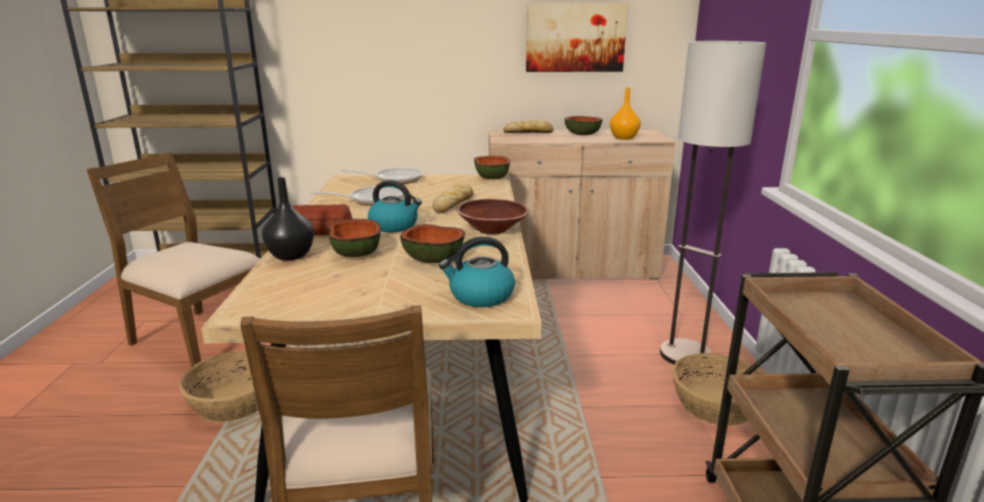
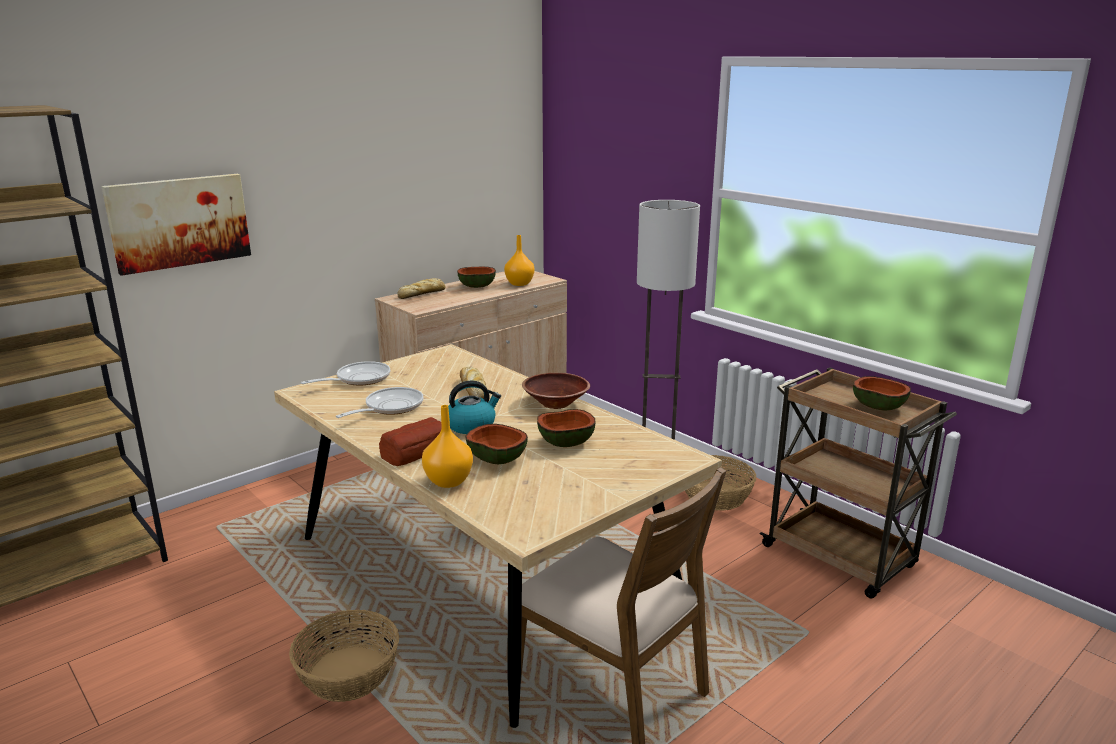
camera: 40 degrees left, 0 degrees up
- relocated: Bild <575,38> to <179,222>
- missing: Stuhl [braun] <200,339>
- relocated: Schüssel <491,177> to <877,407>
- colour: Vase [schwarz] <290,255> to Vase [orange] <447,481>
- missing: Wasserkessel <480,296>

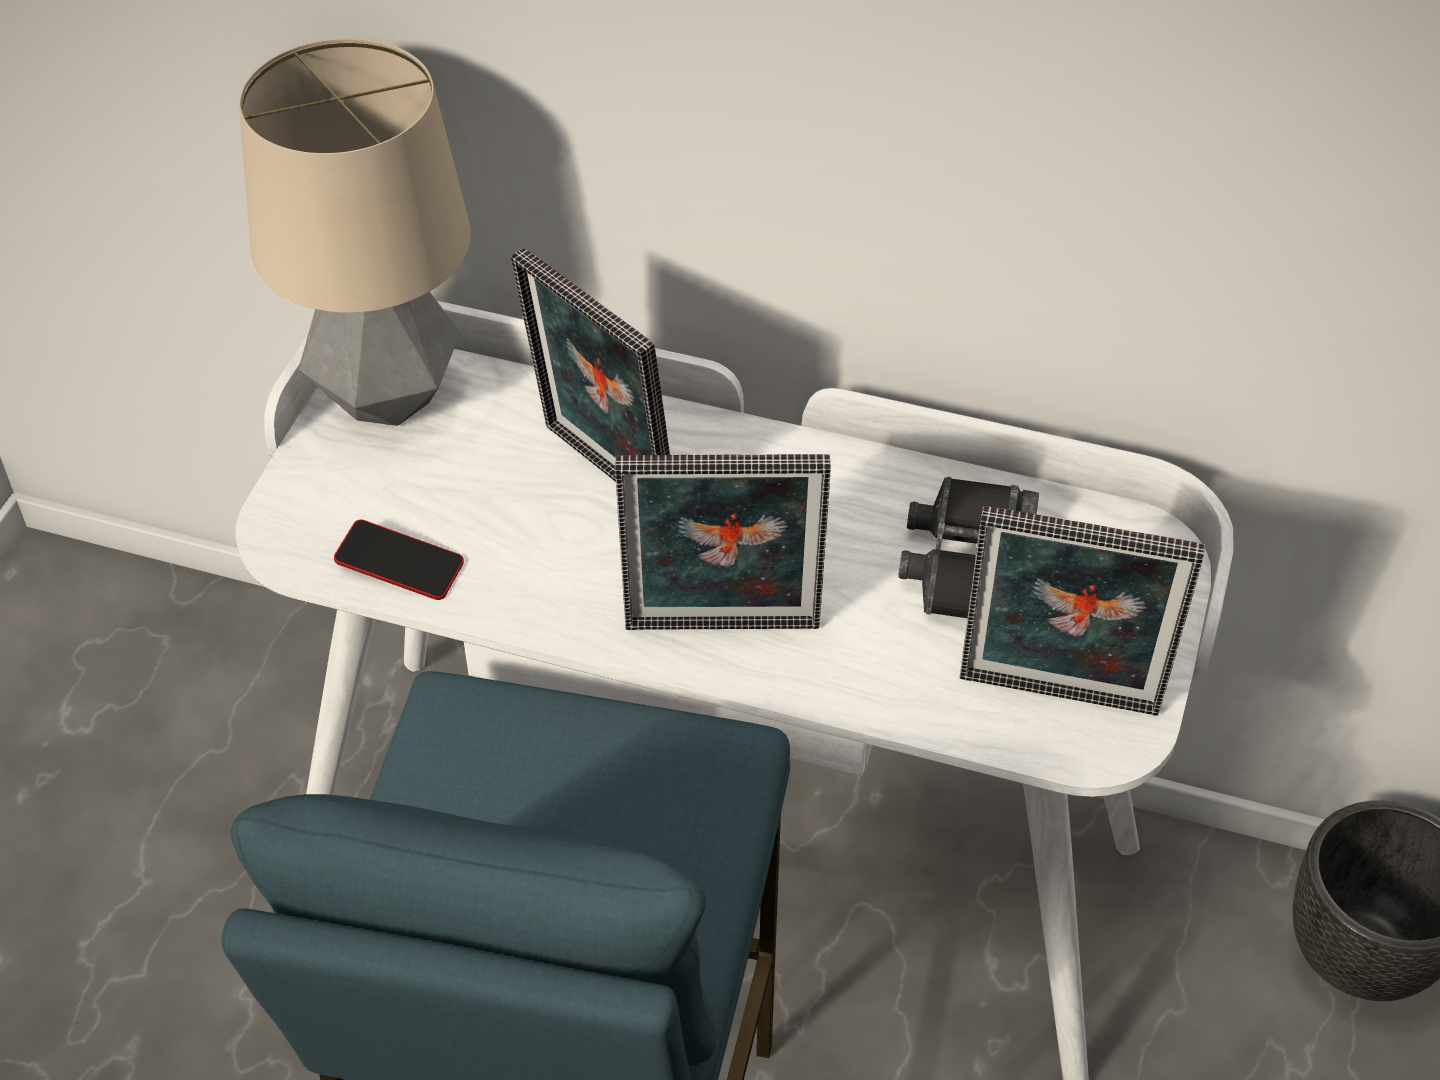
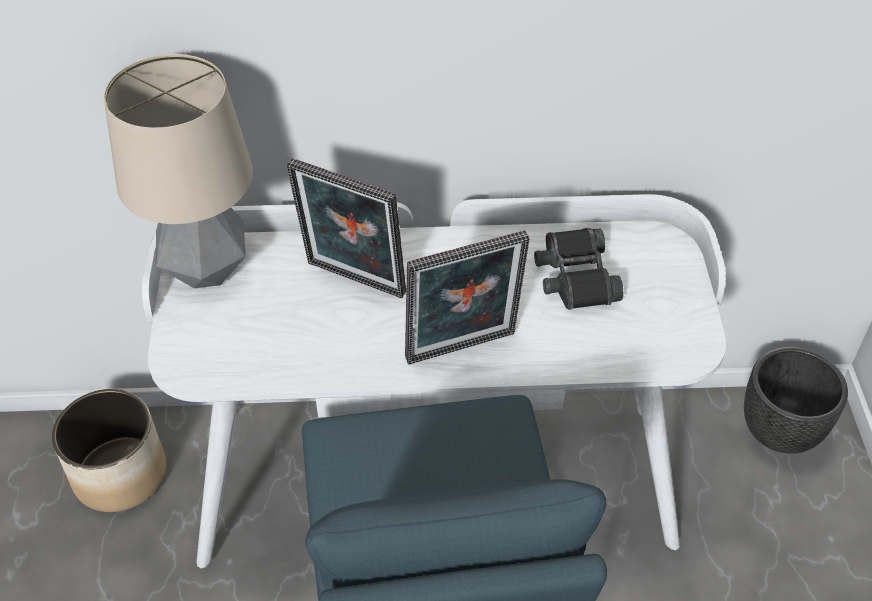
camera: 20 degrees left, 0 degrees up
- missing: Bilderrahmen <1057,700>
- missing: Handy <400,566>
- appeared: Pflanzkübel <121,474>

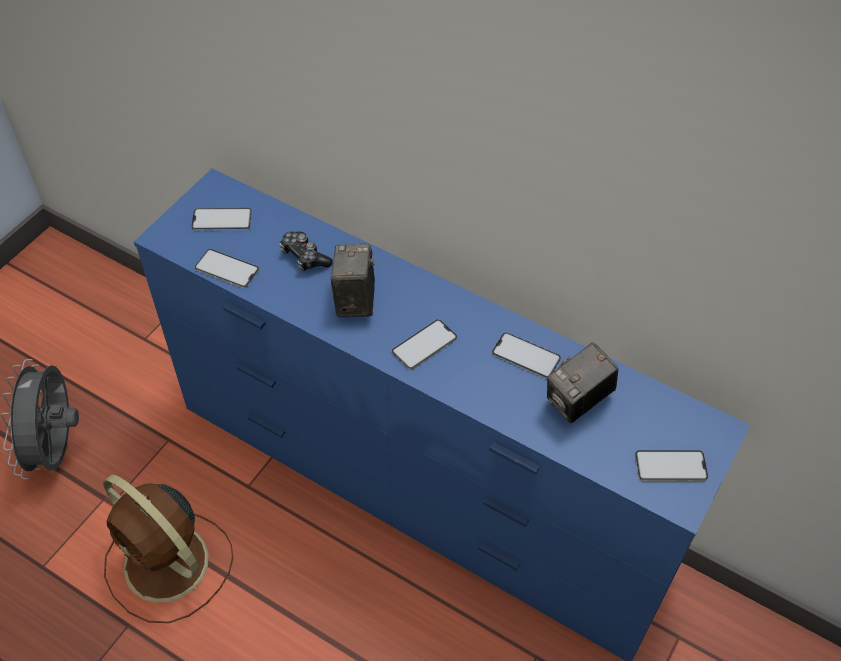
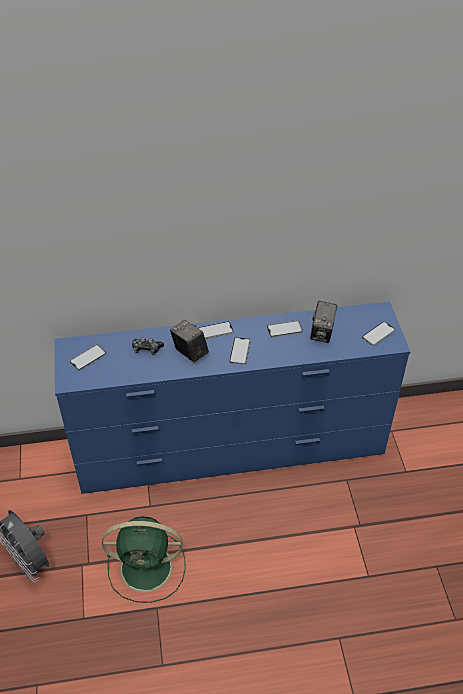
camera: 40 degrees left, 5 degrees down
- relocated: Handy <227,269> to <215,330>
- colour: Ventilator [braun] <169,565> to Ventilator [grün] <148,567>

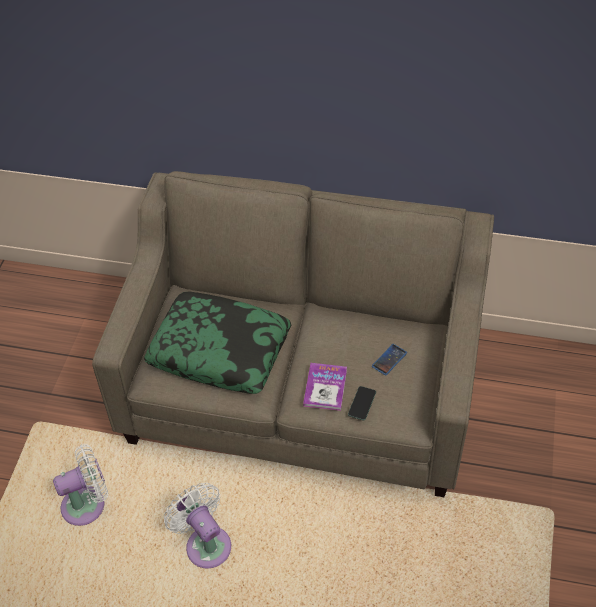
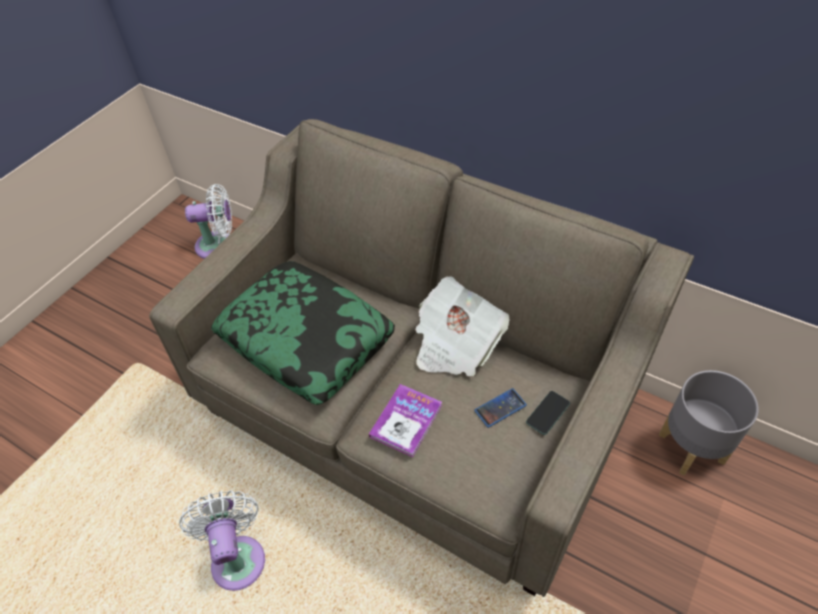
camera: 20 degrees right, 0 degrees up
- relocated: Handy <362,403> to <548,413>
- relocated: Ventilator [weiß] <88,504> to <218,245>
- appeared: Zeitung <456,342>
- appeared: Pflanzkübel [grau] <692,447>

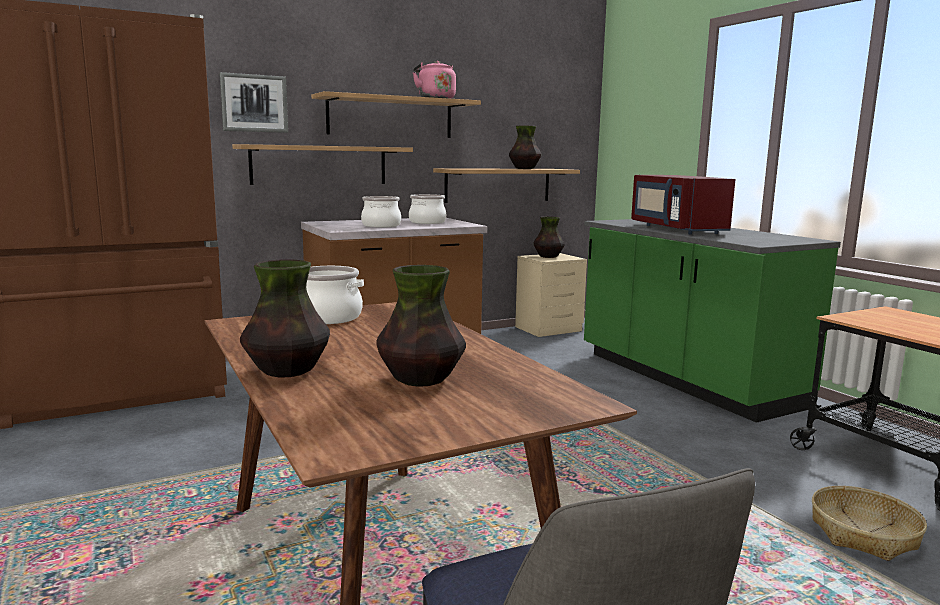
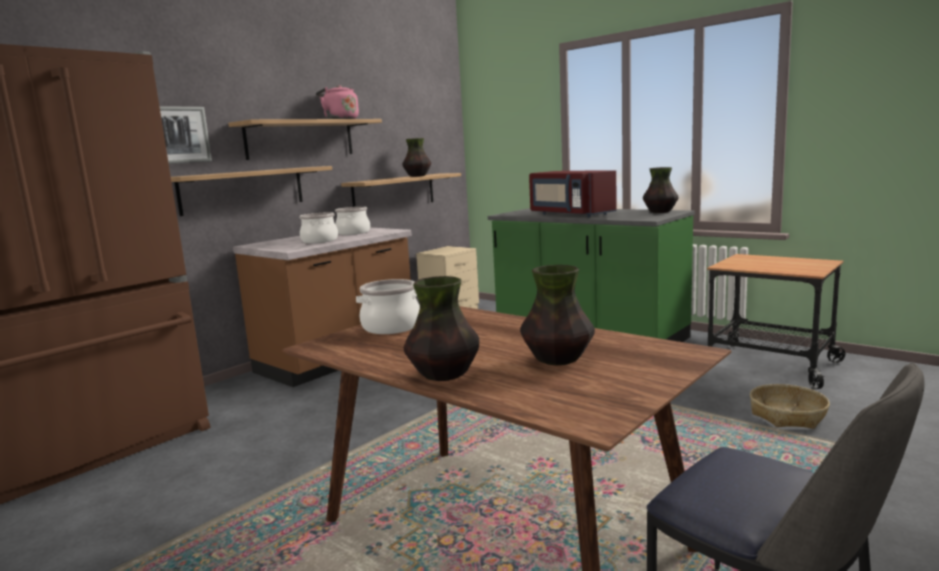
camera: 20 degrees left, 0 degrees up
- relocated: Vase <548,257> to <660,212>

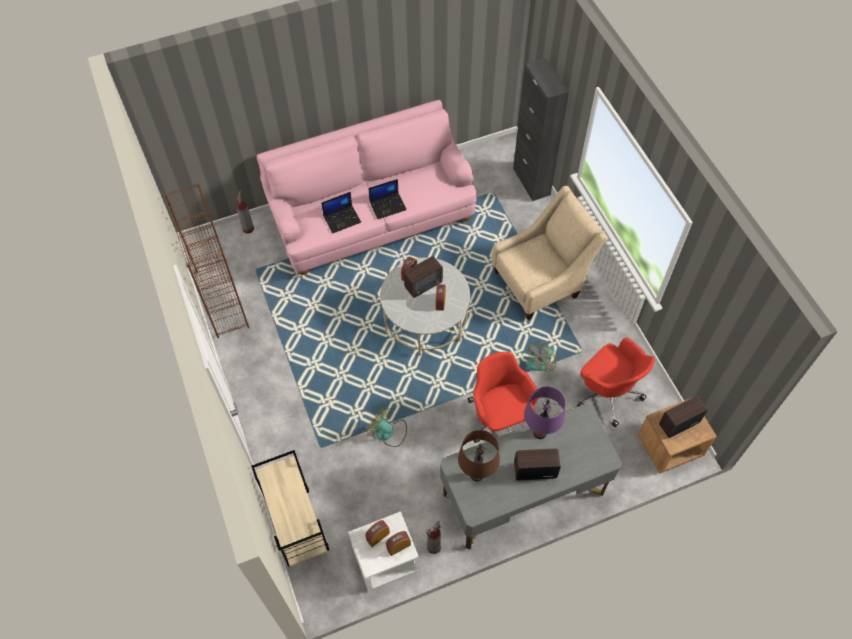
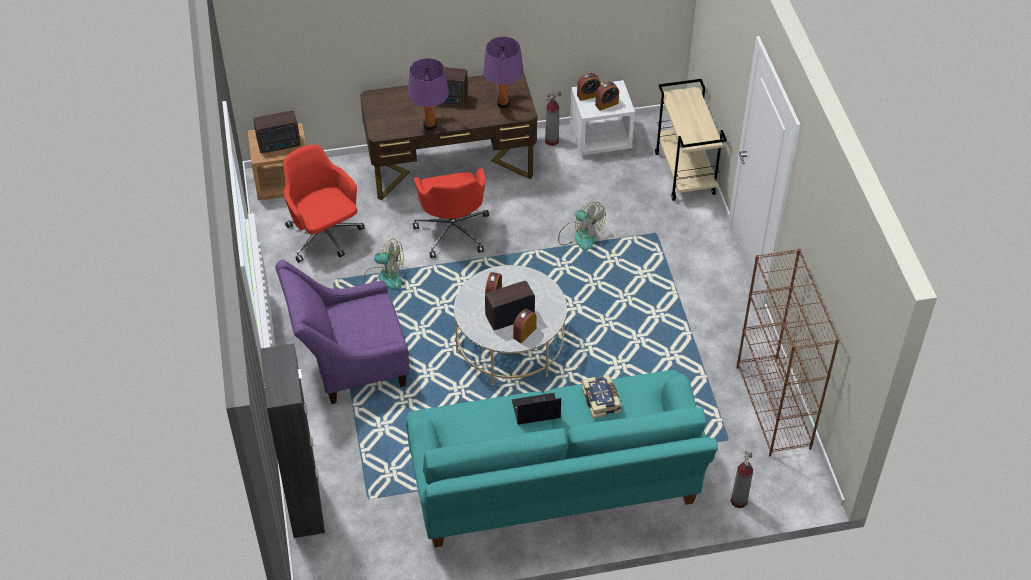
camera: 170 degrees left, 10 degrees down
- colour: Sofa [rosa] <372,219> to Sofa [türkis] <555,486>
- colour: Sessel [beige] <541,282> to Sessel [lila] <349,364>
- exchanged: Laptop <342,219> to Buch <601,400>
- spun: Ventilator <542,360> = <384,278> 45 degrees clockwise
- colour: Schreibtisch [grau] <523,493> to Schreibtisch [braun] <450,167>
- colour: Tischlampe [braun] <477,475> to Tischlampe [lila] <503,103>

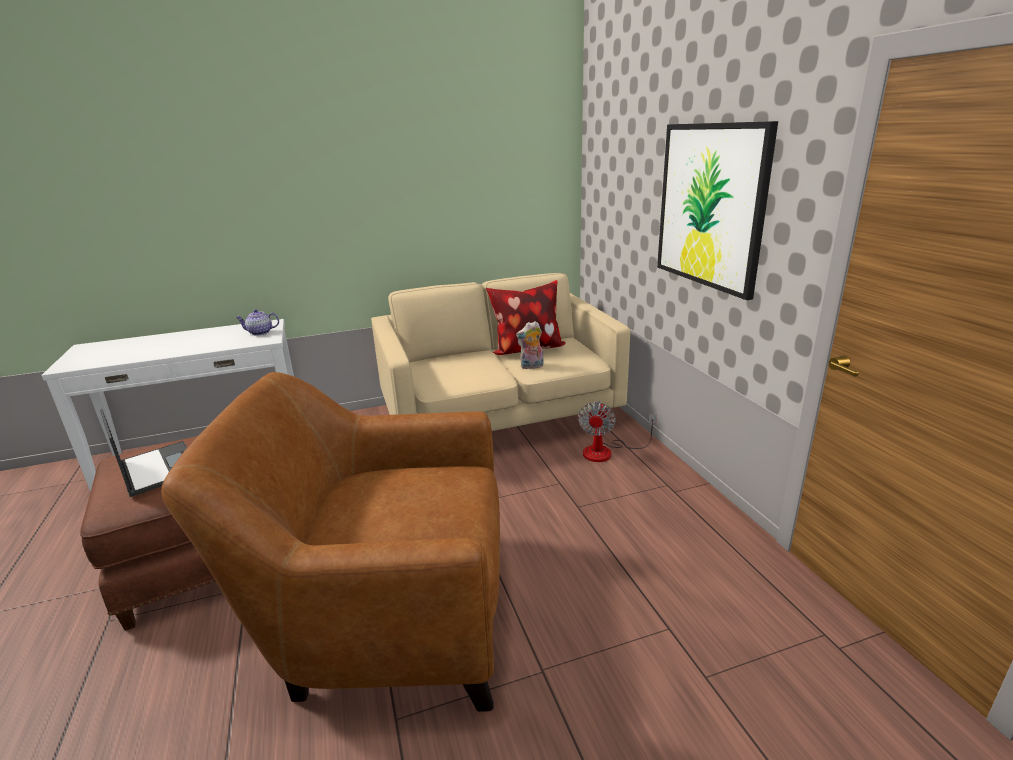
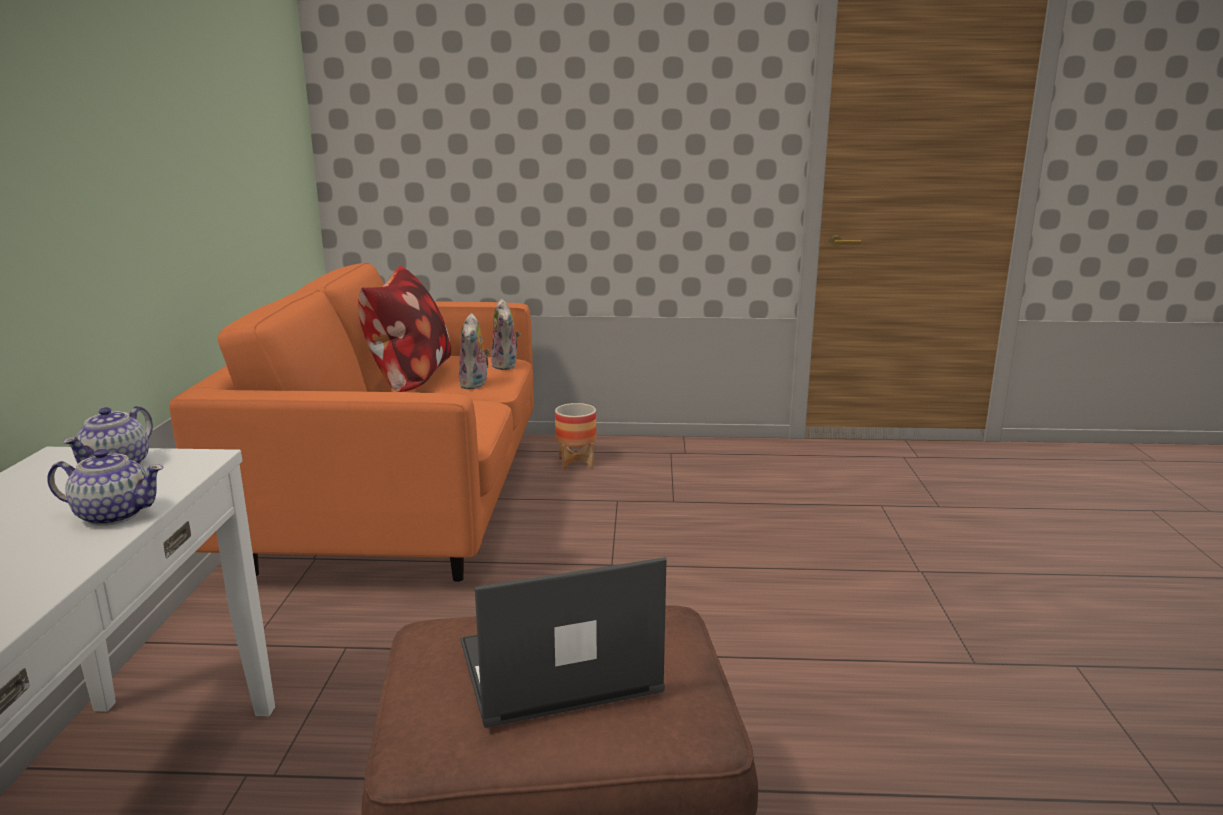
camera: 70 degrees left, 5 degrees down
- missing: Bild <710,206>
- colour: Sofa [beige] <499,417> to Sofa [orange] <401,504>
- missing: Sessel [braun] <384,613>
- exchanged: Ventilator <606,452> to Pflanzkübel <576,463>
- appeared: Plüschtier <506,366>
- appeared: Teekanne <113,514>

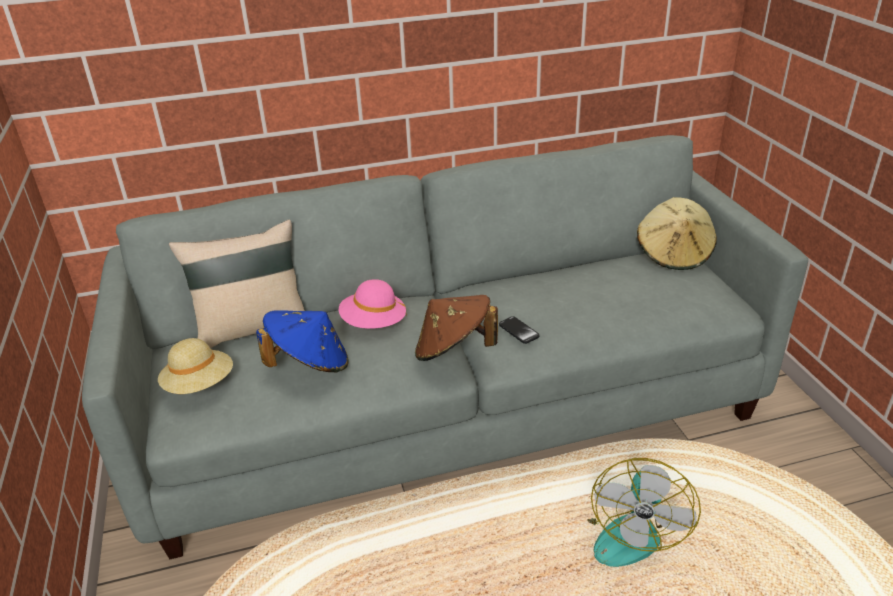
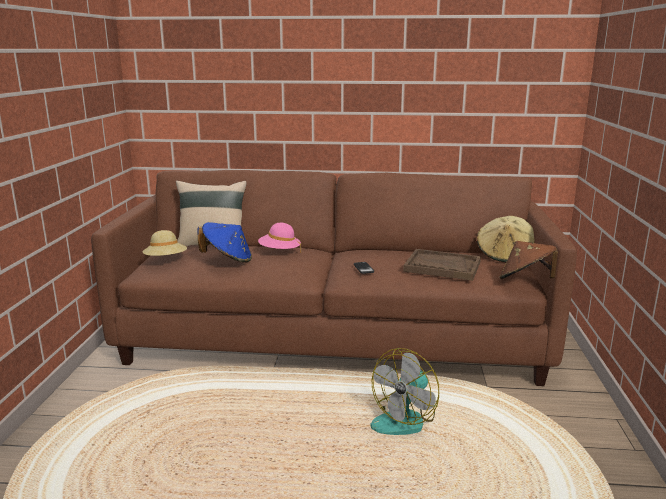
camera: 20 degrees right, 15 degrees down
- colour: Sofa [grau] <451,409> to Sofa [braun] <333,338>
- relocated: Hut [braun] <453,351> to <526,281>
- appeared: Tablett [braun] <442,267>

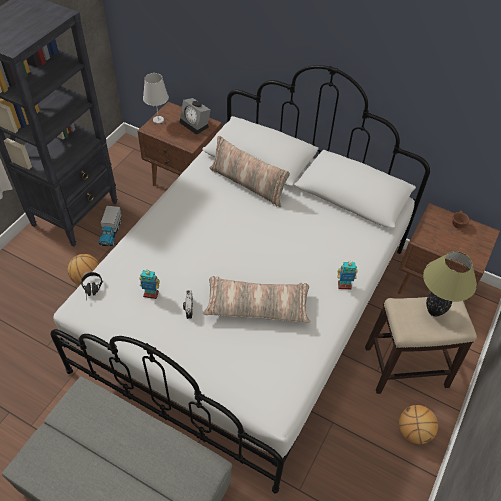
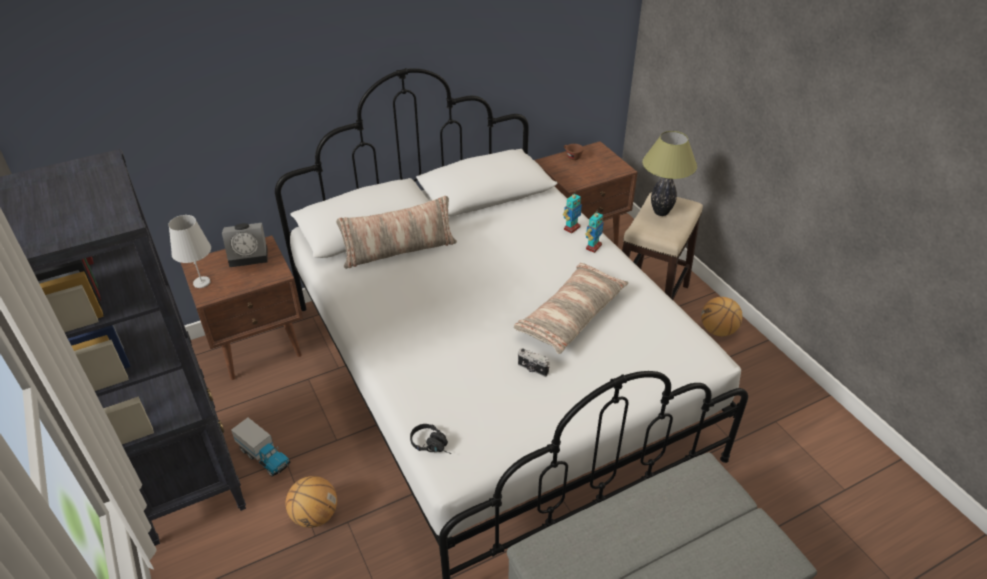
camera: 55 degrees left, 10 degrees down
- relocated: Spielzeugroboter <151,294> to <571,228>

